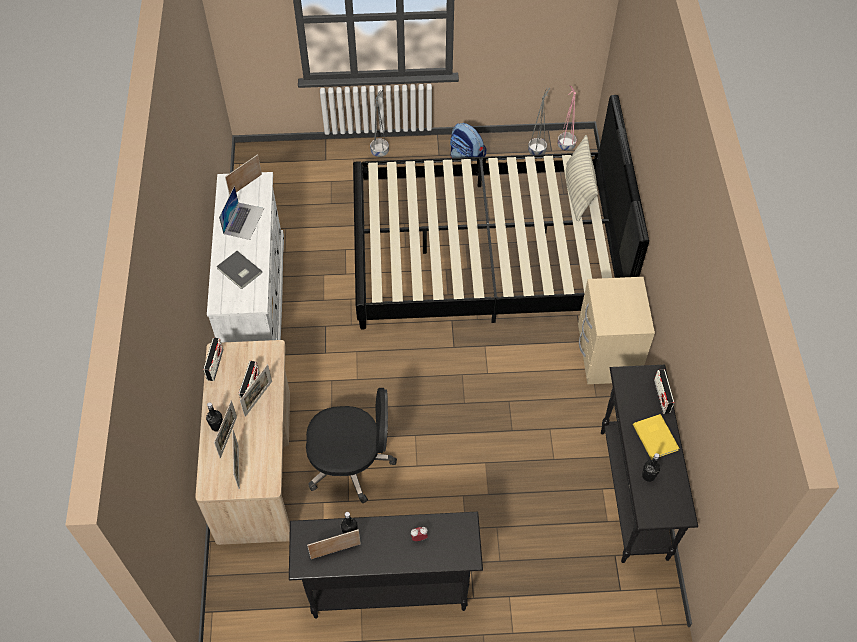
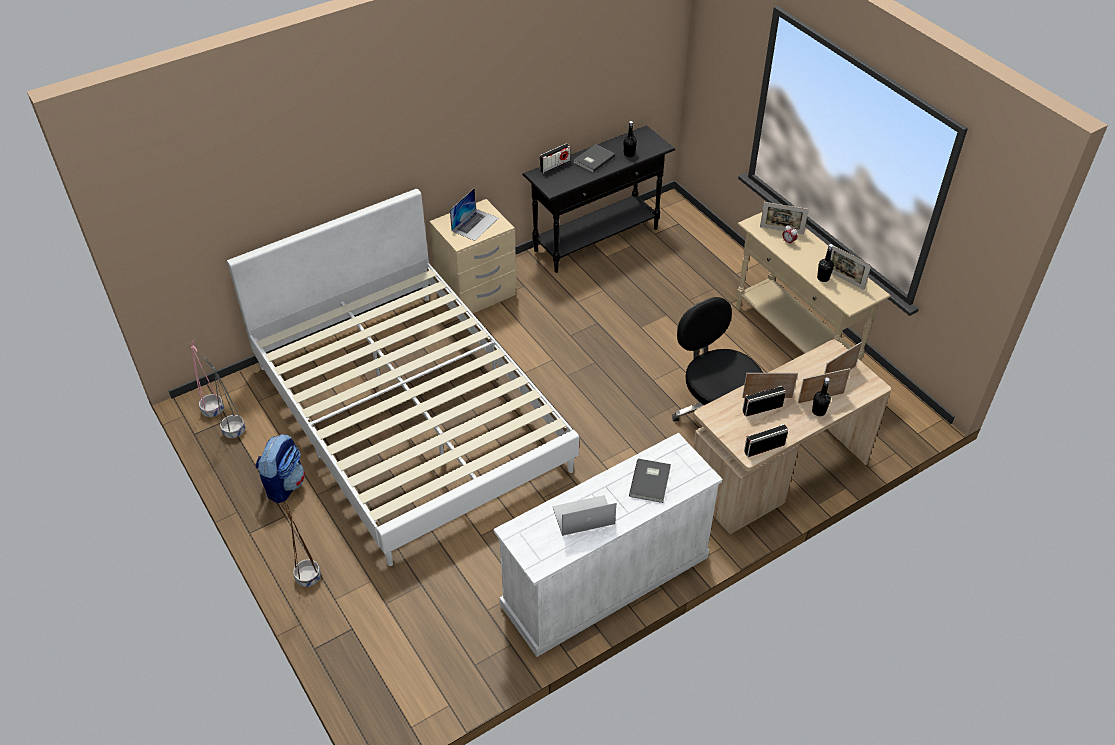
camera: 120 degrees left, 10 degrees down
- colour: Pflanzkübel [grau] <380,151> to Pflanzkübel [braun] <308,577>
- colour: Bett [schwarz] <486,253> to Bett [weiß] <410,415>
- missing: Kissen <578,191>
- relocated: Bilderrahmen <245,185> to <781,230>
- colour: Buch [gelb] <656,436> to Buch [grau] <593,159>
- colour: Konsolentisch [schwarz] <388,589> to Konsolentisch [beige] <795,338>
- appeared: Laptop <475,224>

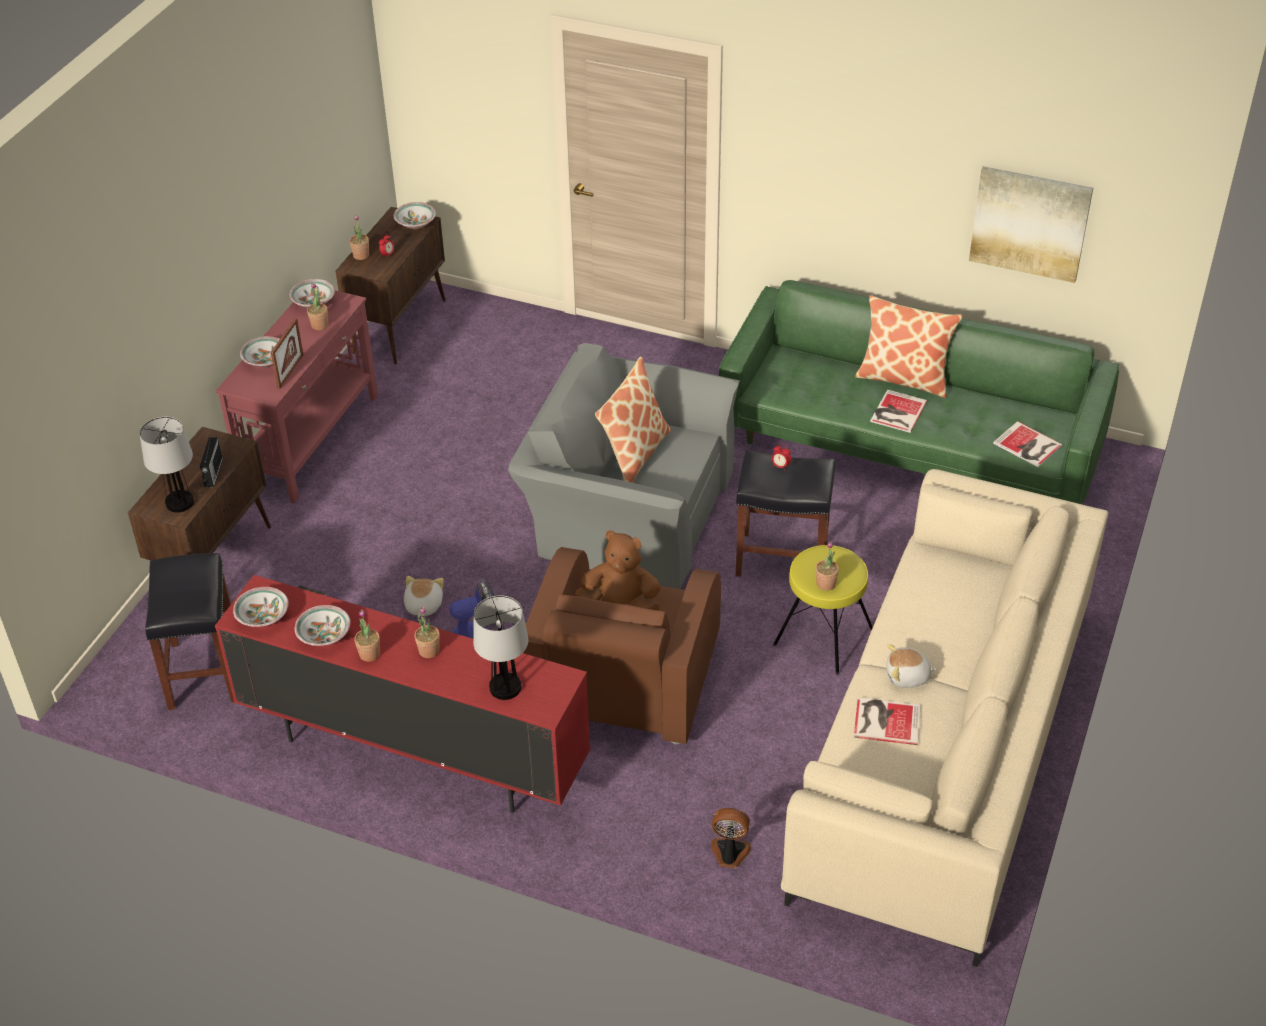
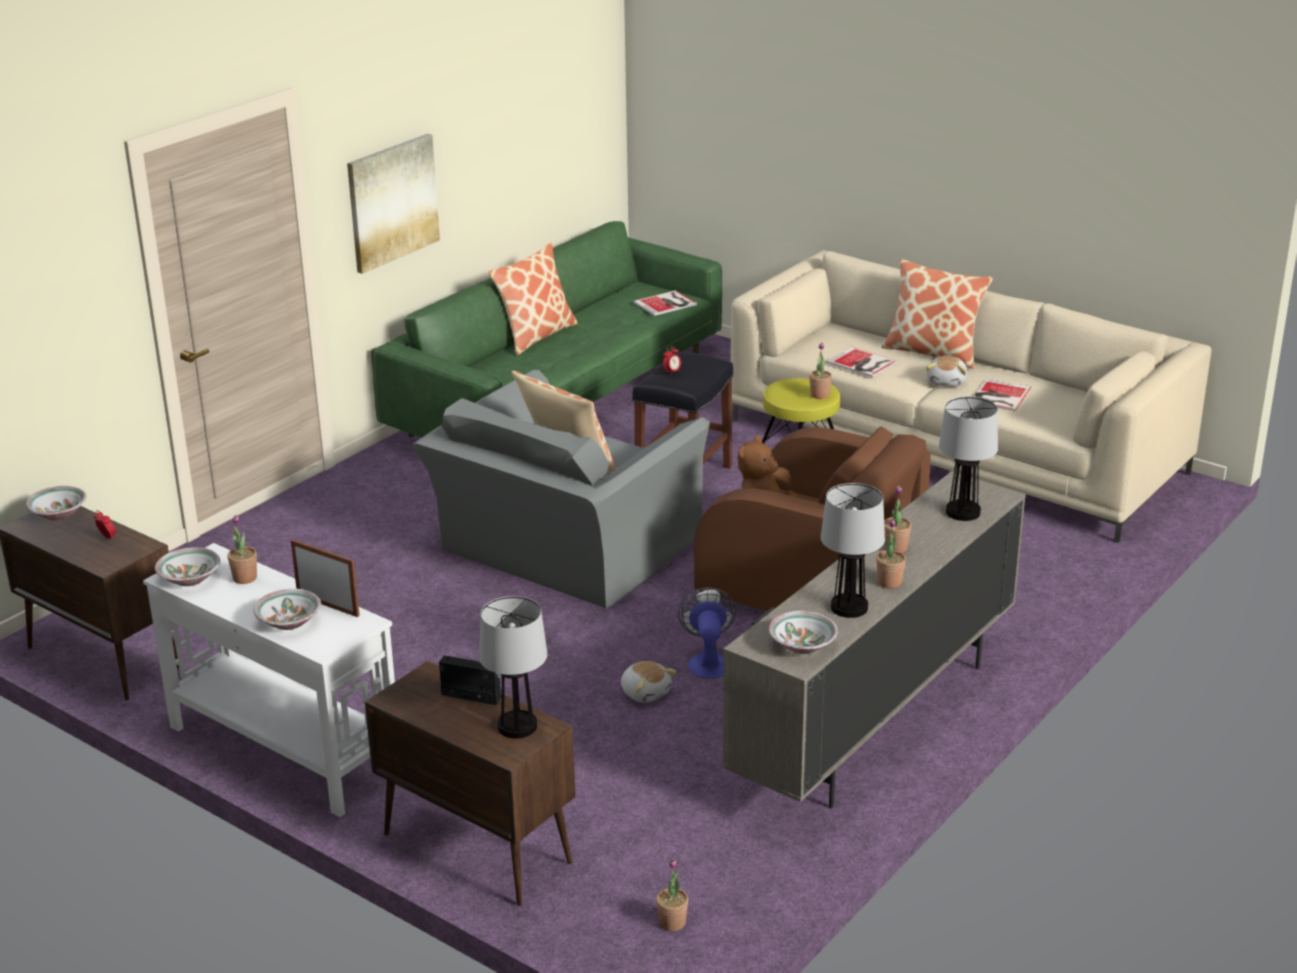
camera: 75 degrees left, 15 degrees down
- relocated: Bild <1030,223> to <392,202>
- relocated: Topfpflanze <361,255> to <672,922>
- colour: Konsolentisch [rot] <311,440> to Konsolentisch [weiß] <284,748>
- relocated: Buch <897,412> to <862,363>
- missing: Hocker [schwarz] <204,671>
- colour: Fernsehschrank [rot] <412,752> to Fernsehschrank [beige] <875,722>
- spun: Plüschtier <423,605> = <646,692> 150 degrees counterclockwise
- exchanged: Schüssel <324,635> to Tischlampe <849,608>
- missing: Ventilator <729,854>
- appeared: Kissen <933,352>

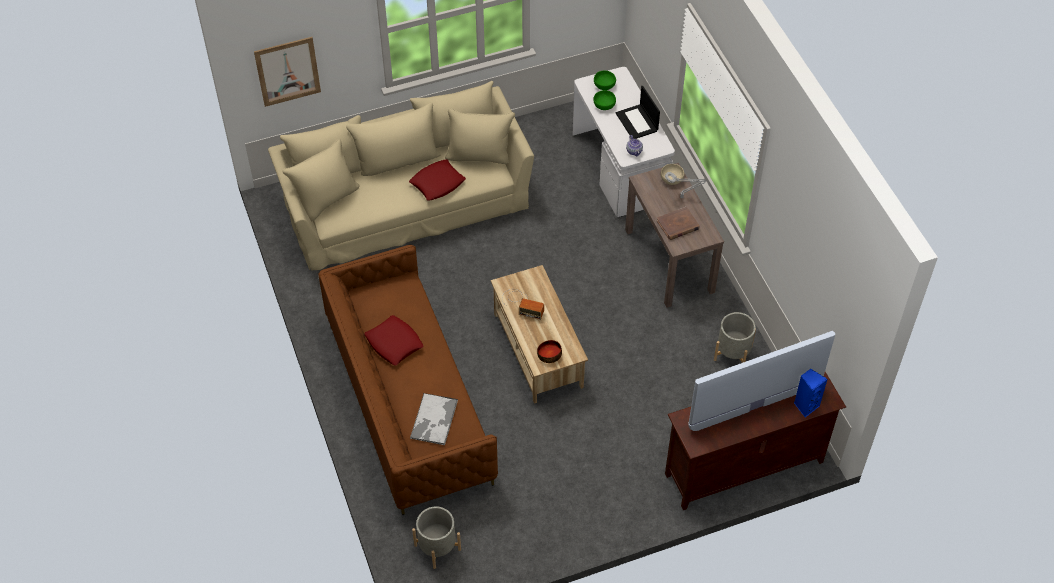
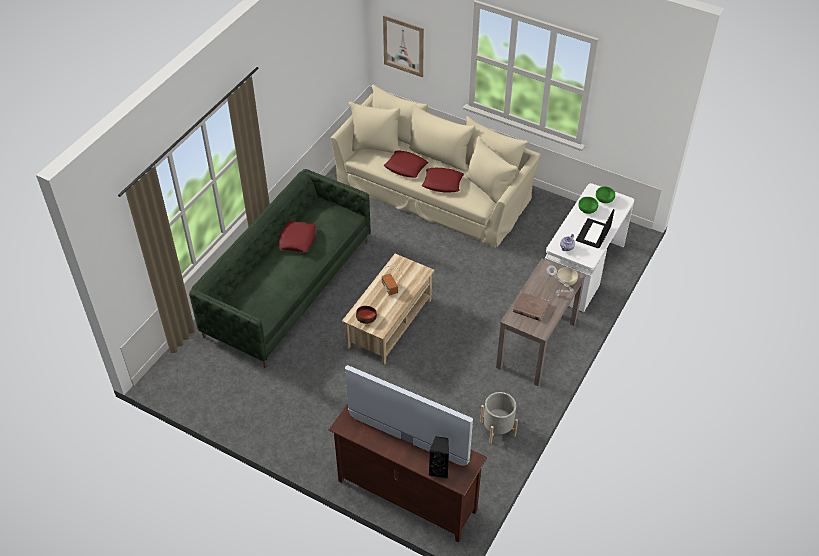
camera: 50 degrees right, 5 degrees down
- colour: Sofa [braun] <409,400> to Sofa [grün] <289,287>
- colour: Lautsprecher [blau] <805,405> to Lautsprecher [schwarz] <439,470>
- missing: Tablett <434,420>
- missing: Pflanzkübel [grau] <437,547>
- appeared: Kissen [rot] <406,167>

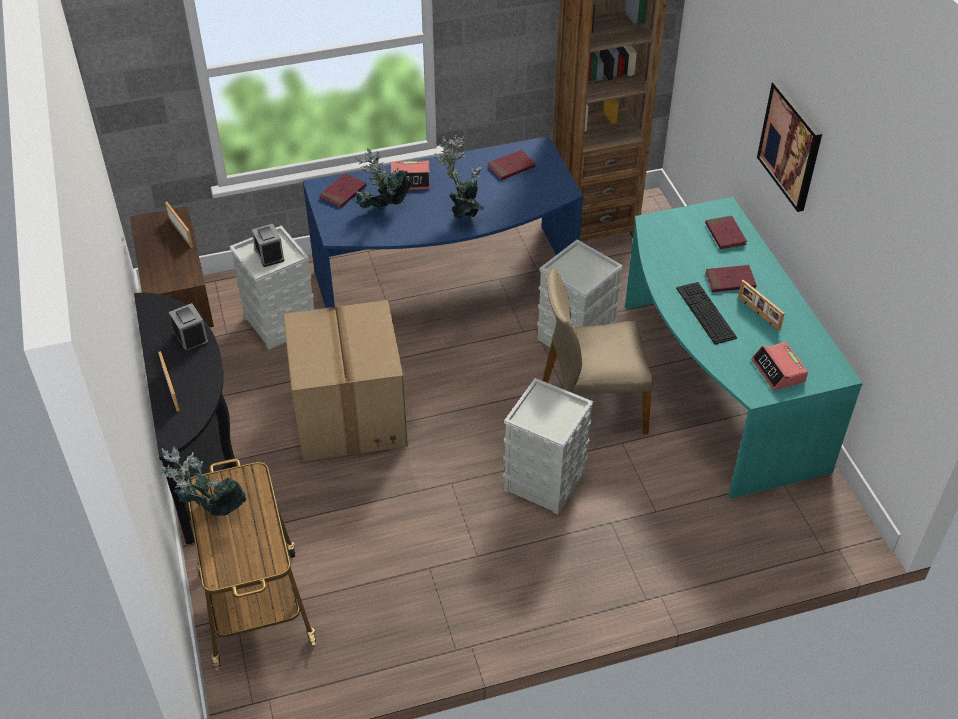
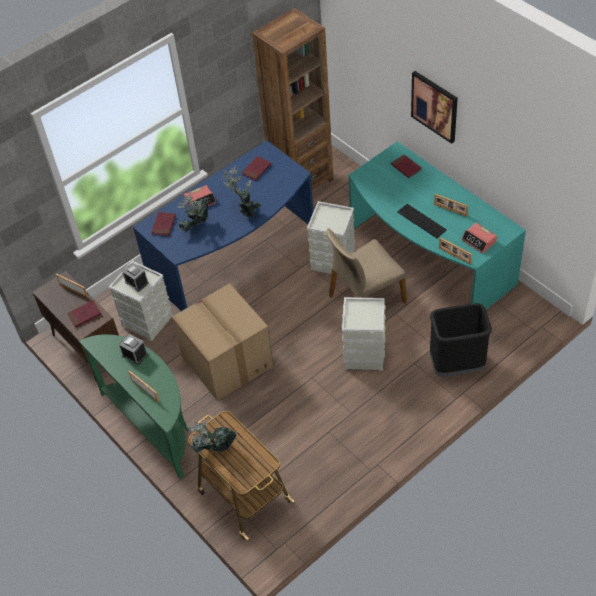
camera: 20 degrees left, 5 degrees up
- relocated: Buch [rot] <730,281> to <84,315>
- colour: Konsolentisch [schwarz] <201,457> to Konsolentisch [grün] <154,424>
- appeared: Bilderrahmen <454,256>
- appeared: Mülleimer [schwarz] <456,366>

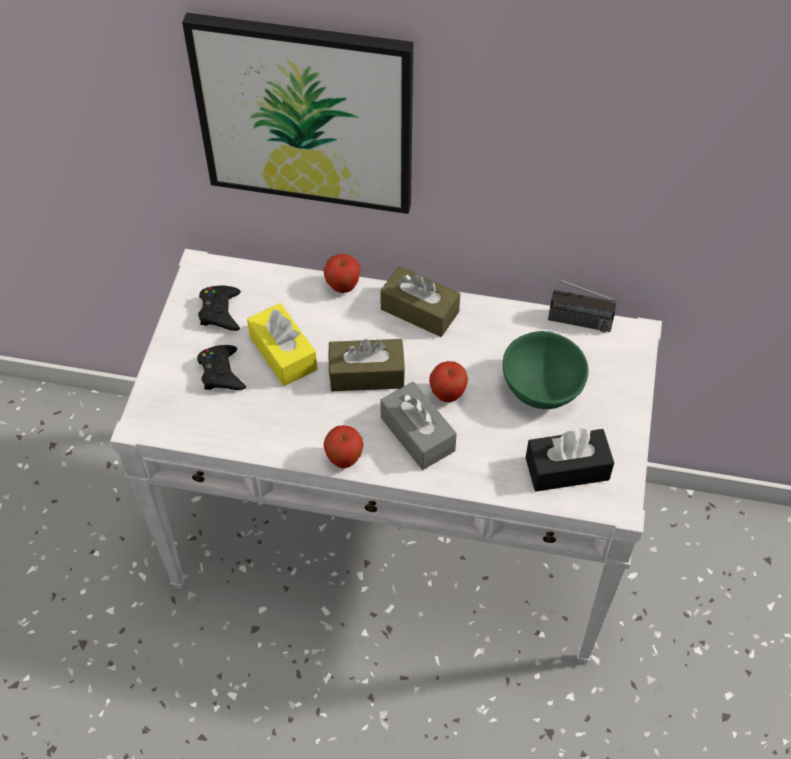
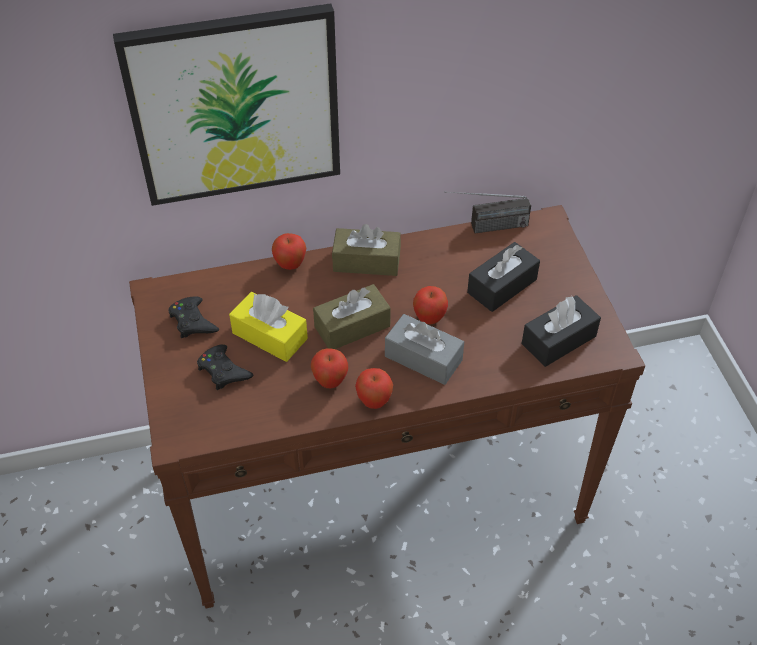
camera: 25 degrees left, 5 degrees down
- colour: Konsolentisch [weiß] <397,537> to Konsolentisch [braun] <379,485>
- exchanged: Schüssel [grün] <542,388> to Taschentuchbox [schwarz] <502,286>
- appeared: Apfel <330,381>

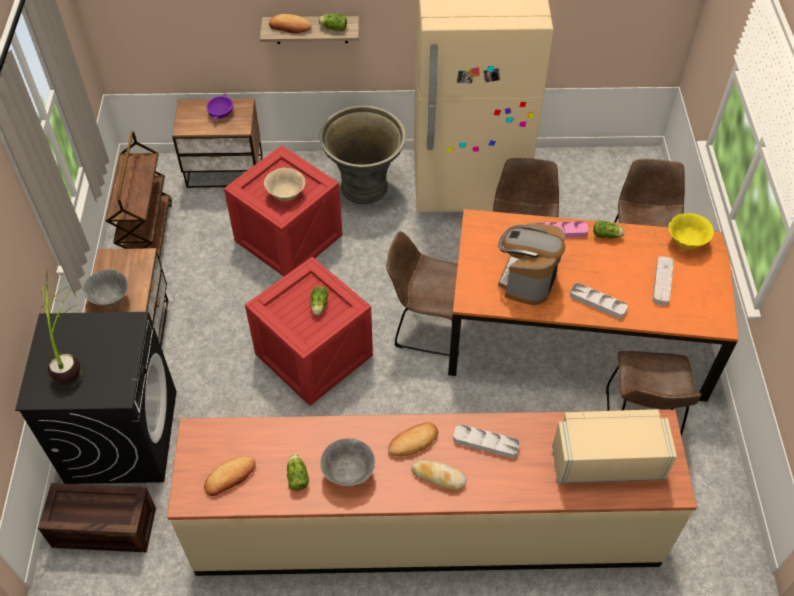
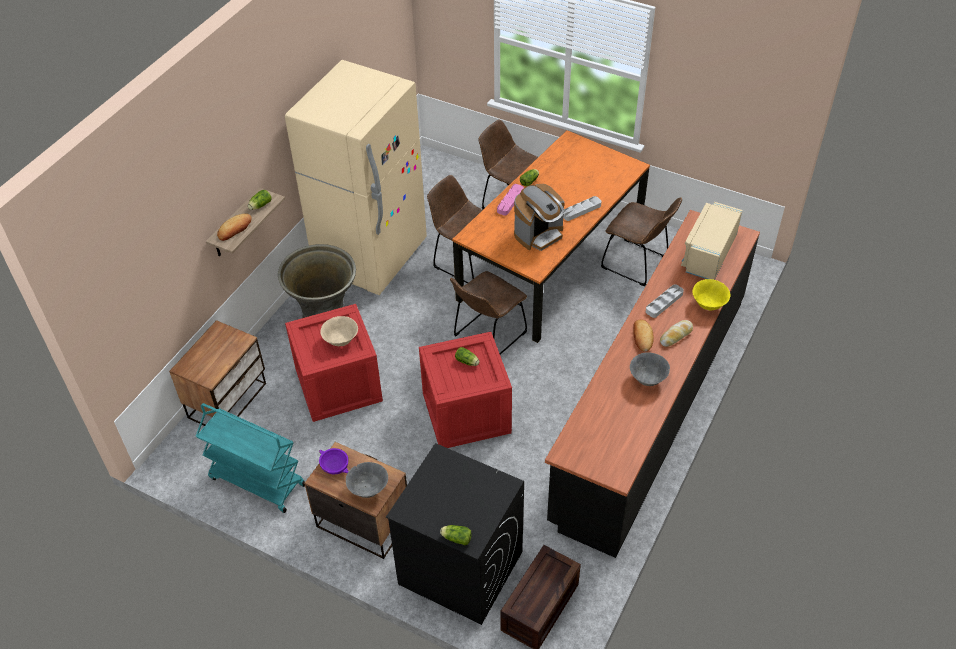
camera: 60 degrees left, 5 degrees down
- relocated: Schüssel [lila] <221,112> to <335,466>
- colour: Rollwagen [braun] <147,235> to Rollwagen [türkis] <256,481>
- relocated: Schüssel [gelb] <686,242> to <708,305>
- spun: Kaffeemaschine <526,280> = <539,234> 90 degrees counterclockwise
- missing: Tablett [grau] <662,283>
- missing: Topfpflanze <71,360>
- colour: Küchenzeile [beige] <426,526> to Küchenzeile [schwarz] <650,405>
- relocated: Salatkopf <297,476> to <455,538>
- missing: Brot <230,477>

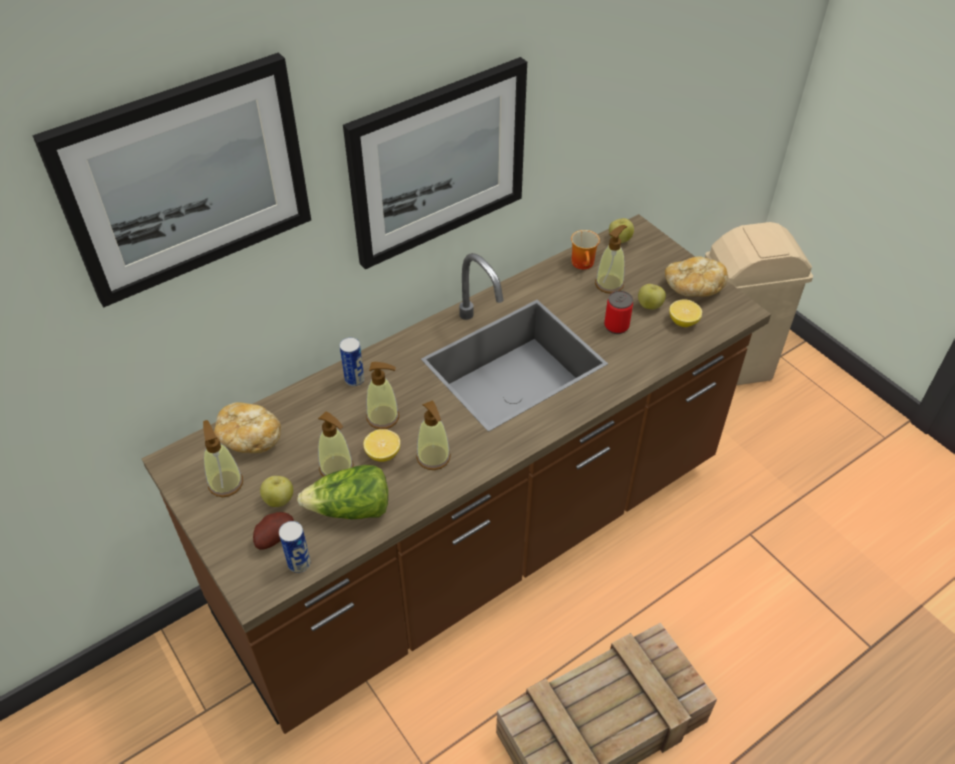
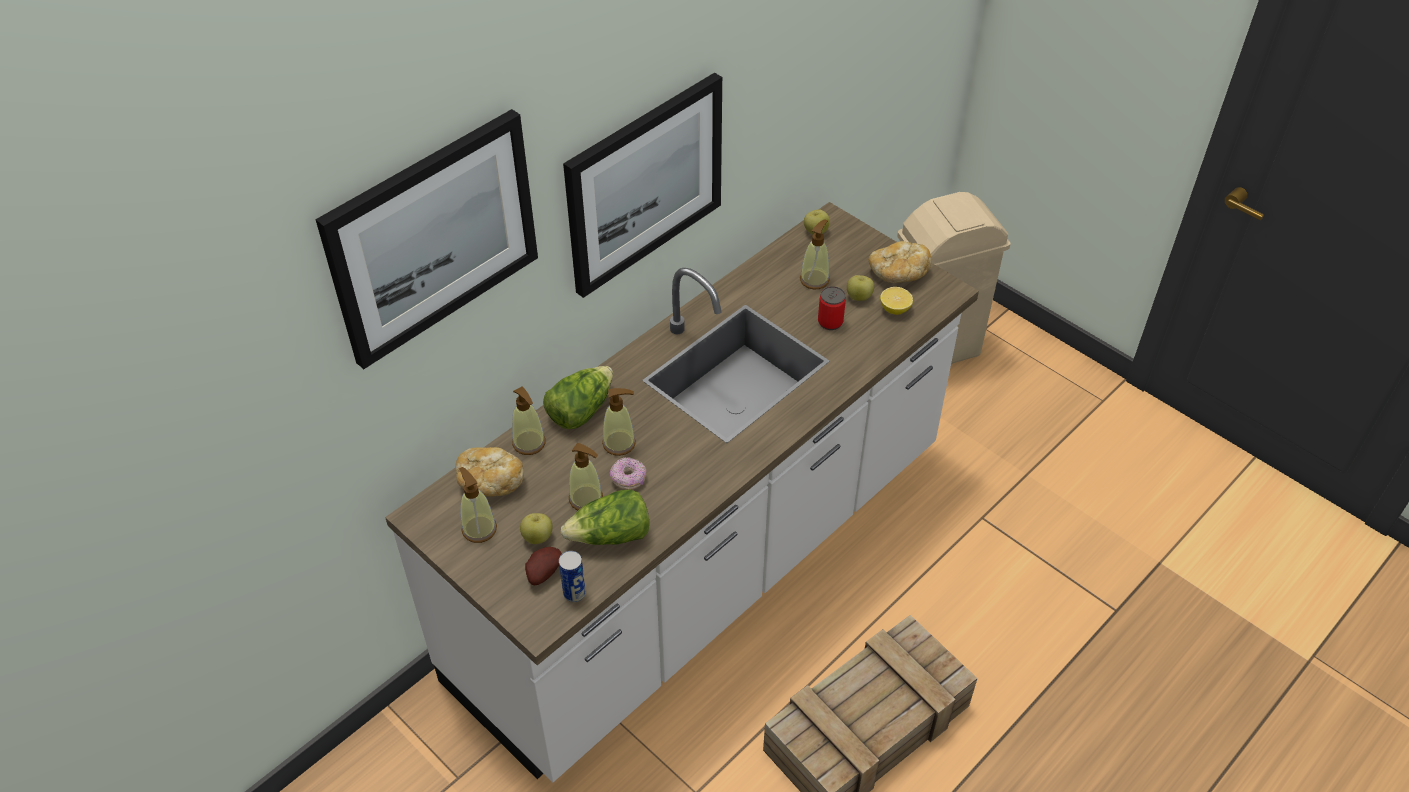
camera: 10 degrees left, 0 degrees up
- colour: Küchenzeile [braun] <477,541> to Küchenzeile [weiß] <704,566>
- missing: Henkelbecher <584,264>
- exchanged: Dose <354,379> to Salatkopf <580,410>
- relocated: Seifenspender <433,457> to <529,443>
- exchanged: Zitrone <383,454> to Donut <628,479>

